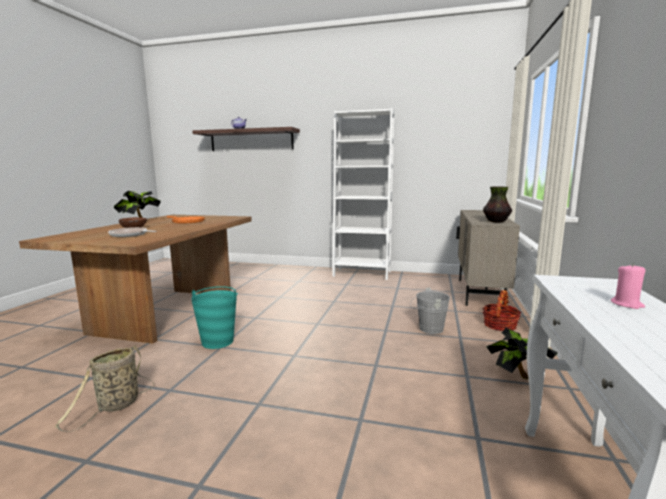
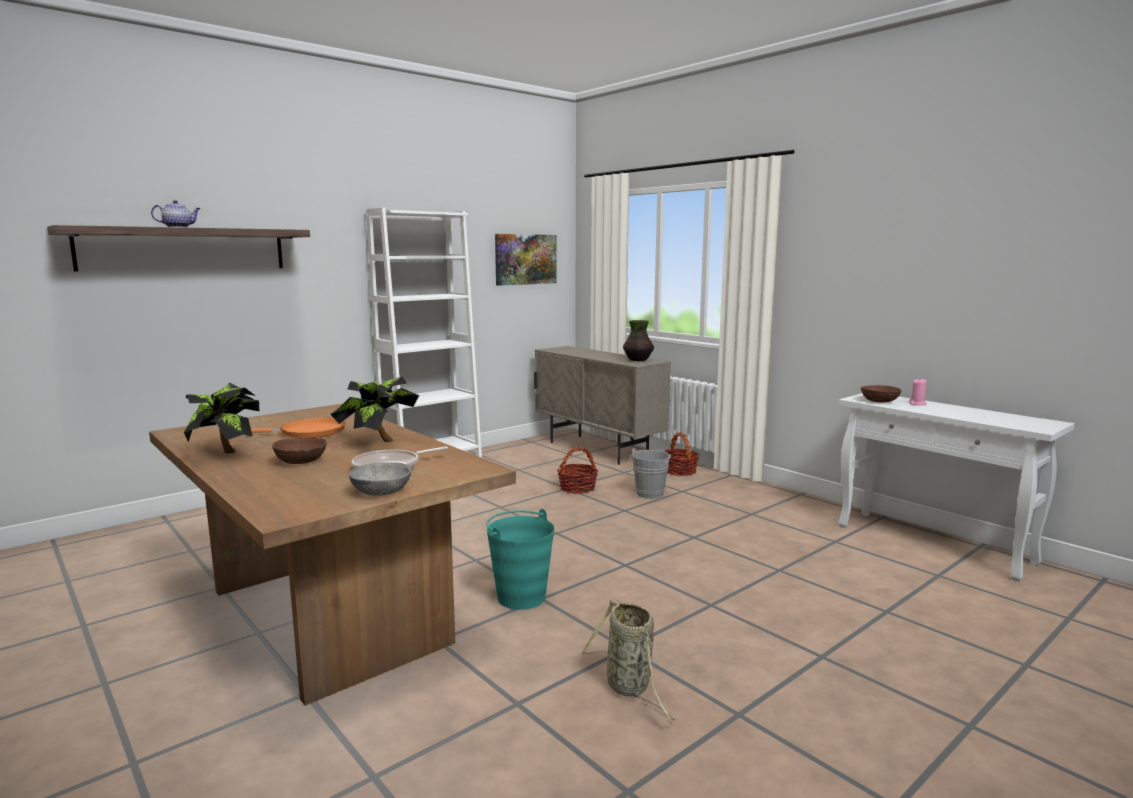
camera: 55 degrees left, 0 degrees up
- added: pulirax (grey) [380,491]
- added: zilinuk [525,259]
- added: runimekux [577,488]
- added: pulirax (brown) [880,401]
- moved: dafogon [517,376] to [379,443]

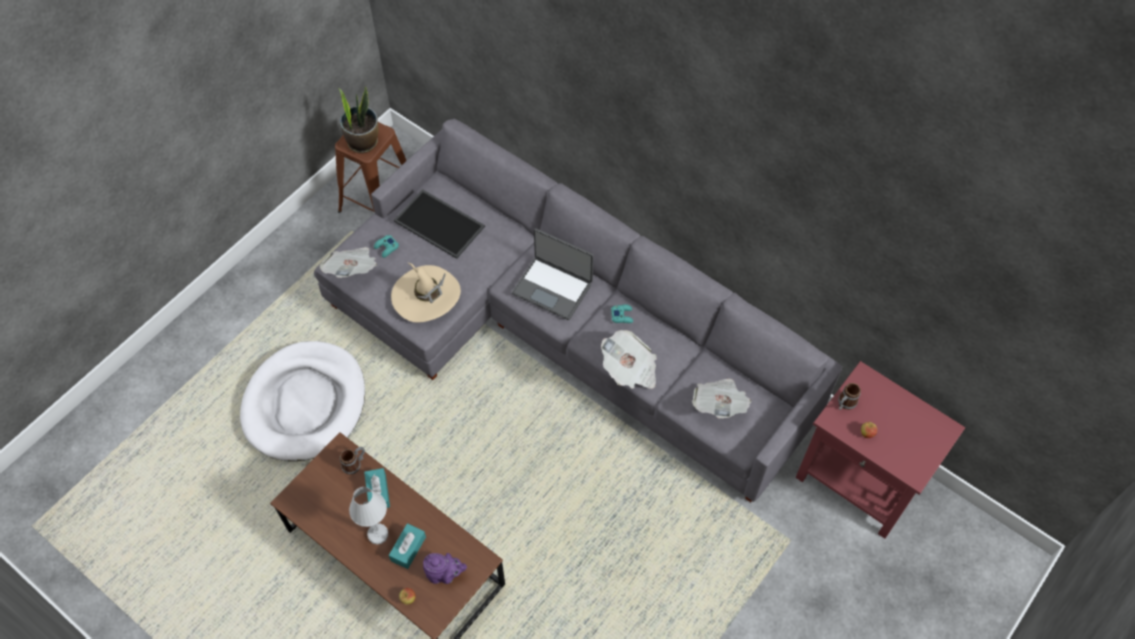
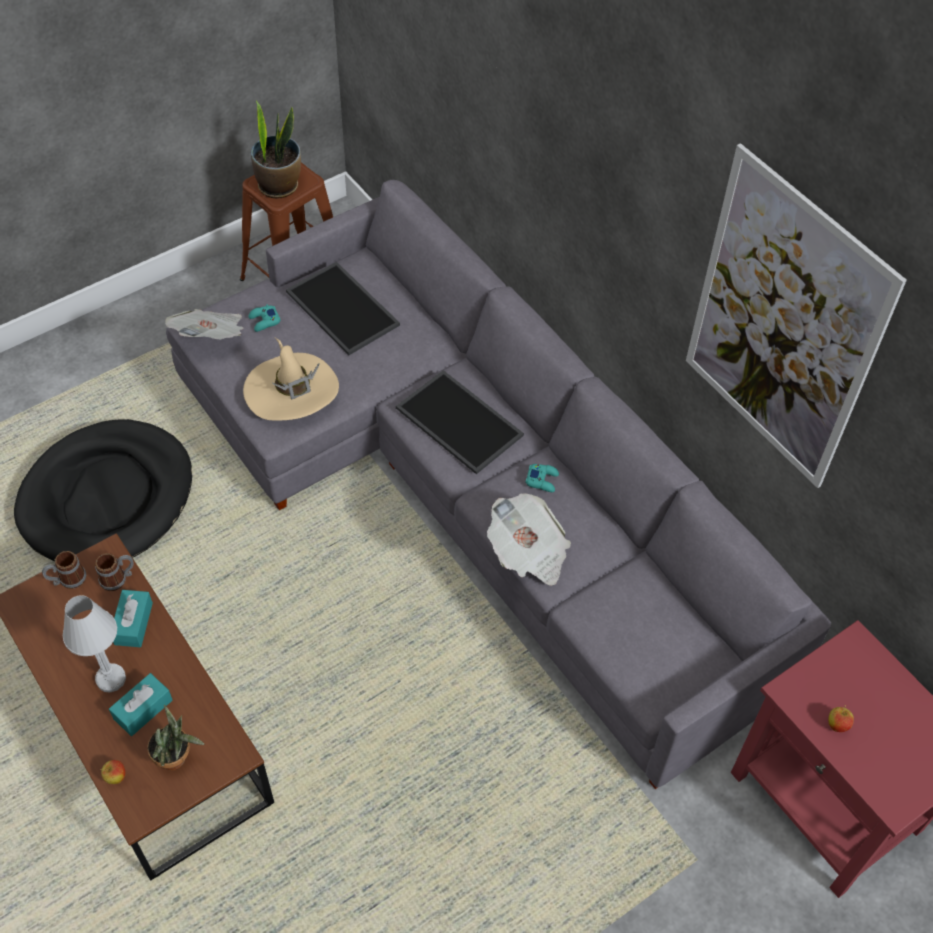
camera: 15 degrees right, 5 degrees down
- removed: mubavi [719,404]
- added: zilinuk [783,324]
- moved: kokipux [845,404] to [67,580]
- replaced: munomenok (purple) [444,574] to dafogon [177,758]
- replaced: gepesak [553,287] to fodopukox [461,421]
- recoloured: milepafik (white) [305,404] to milepafik (black) [108,498]

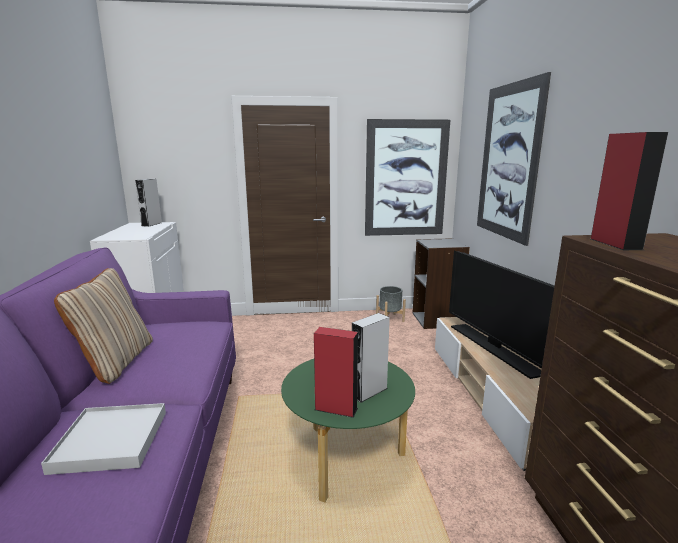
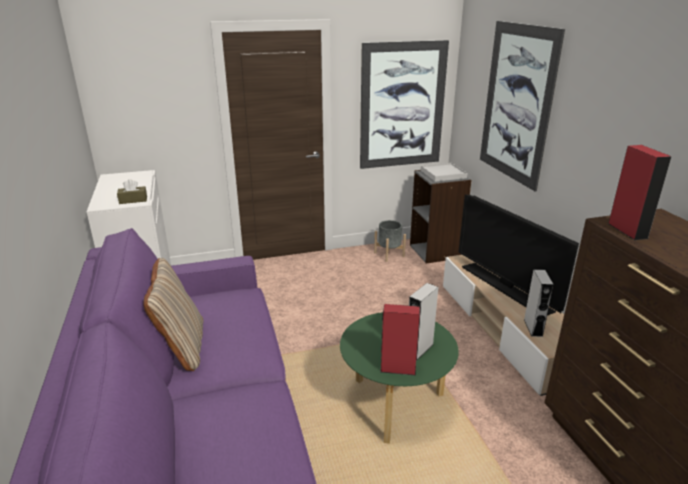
camera: 10 degrees left, 10 degrees up
- added: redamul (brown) [133,200]
- moved: fodopukox (white) [111,440] to [443,174]
- moved: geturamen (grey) [151,224] to [533,327]

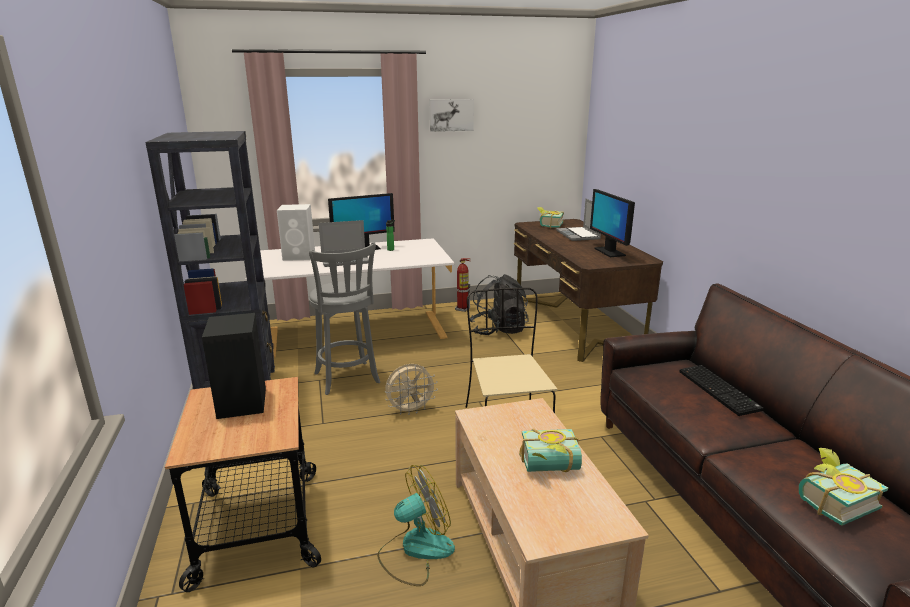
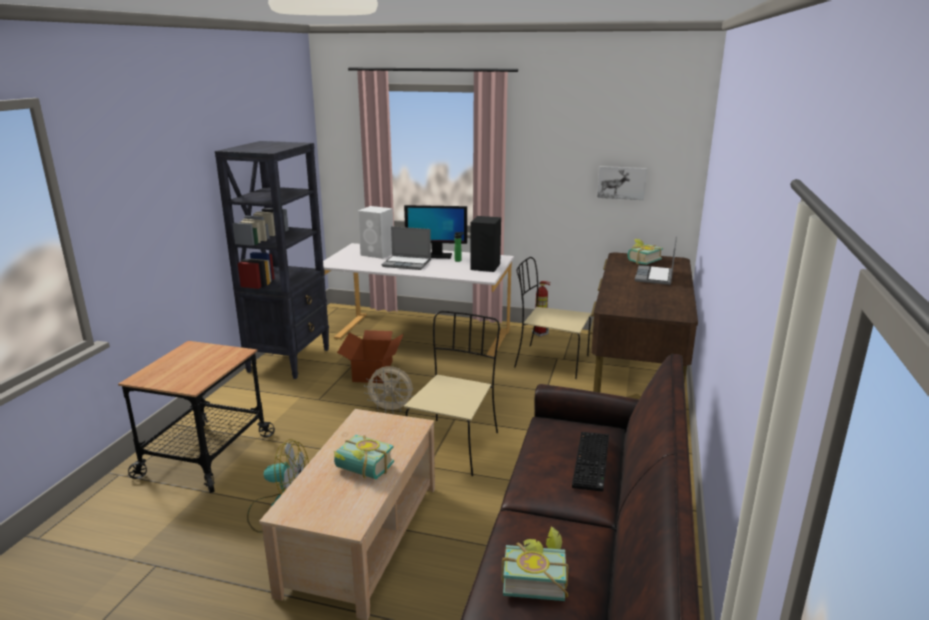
camera: 30 degrees right, 0 degrees up
- removed: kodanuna [609,252]
- moved: geturamen (black) [242,402] to [485,266]
- moved: zilinuk [451,115] to [621,182]
- replaced: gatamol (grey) [347,380] to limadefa [372,371]
- replaced: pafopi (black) [498,330] to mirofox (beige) [549,361]

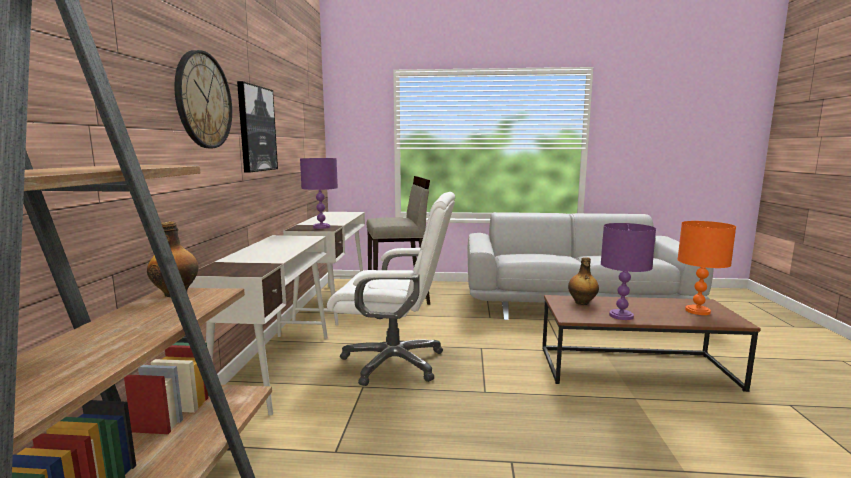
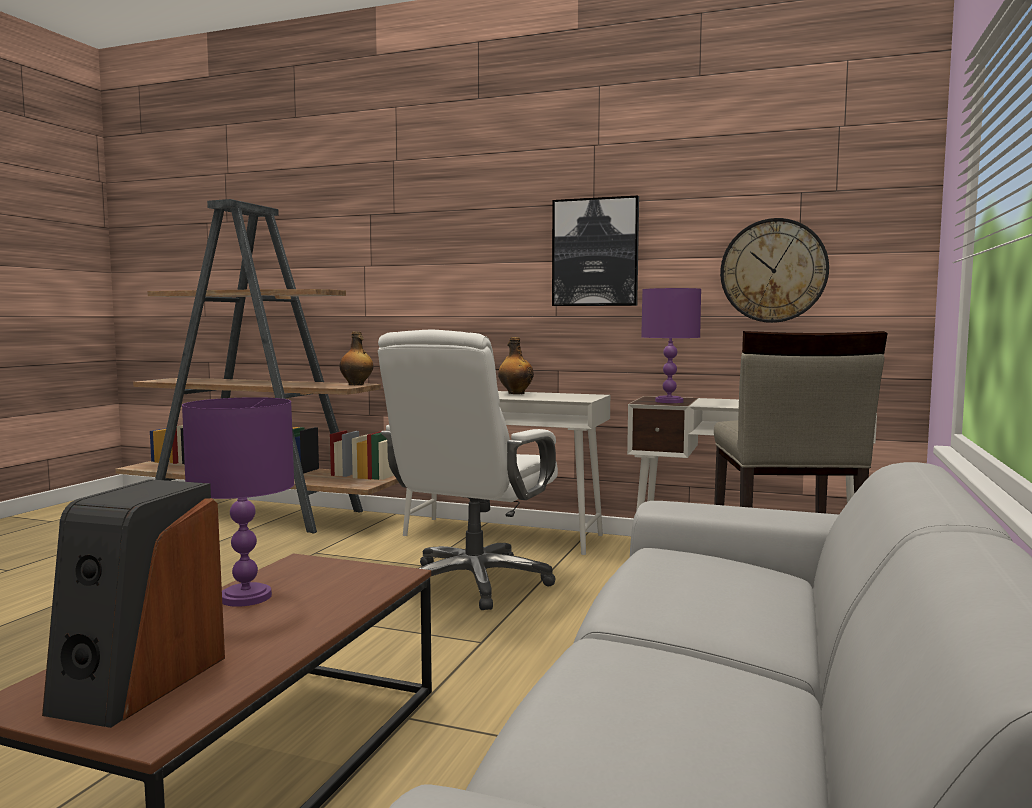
camera: 105 degrees right, 5 degrees down
- moved: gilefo [203,100] to [773,271]
- moved: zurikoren [582,303] to [515,393]
- replaced: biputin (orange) [697,311] to geturamen [139,683]

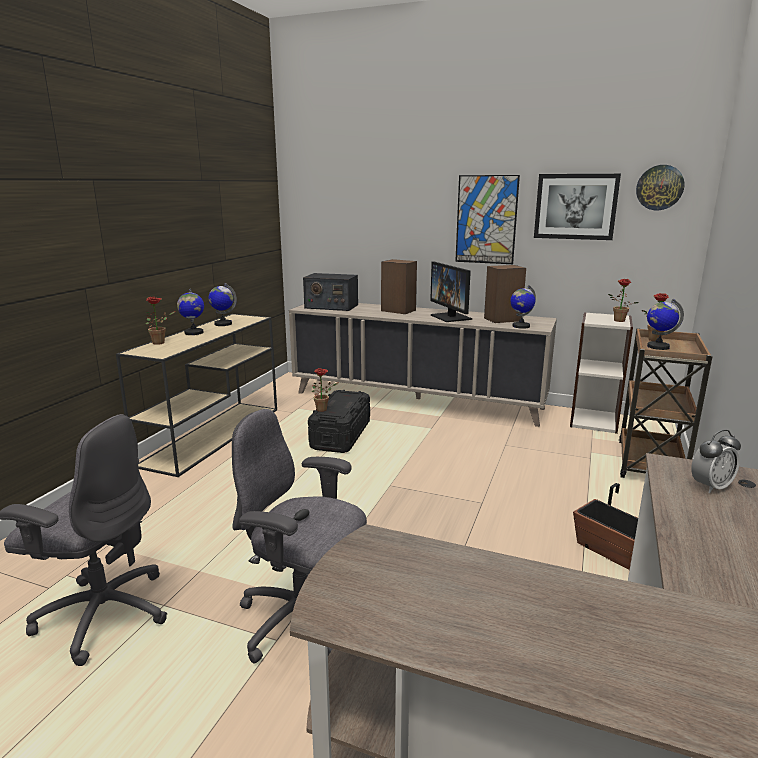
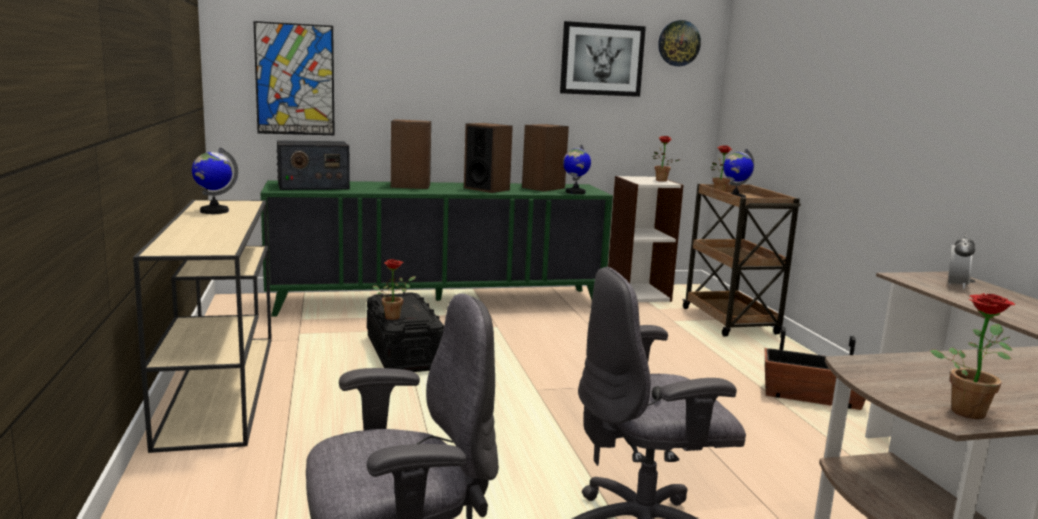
camera: 35 degrees left, 5 degrees down
- removed: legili [193,333]
- moved: dafogon [161,342] to [967,410]
- moved: zilinuk [486,220] to [295,79]
- replaced: kodanuna [451,317] to geturamen [486,189]
- recoloured: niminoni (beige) [416,400] to niminoni (green) [438,302]

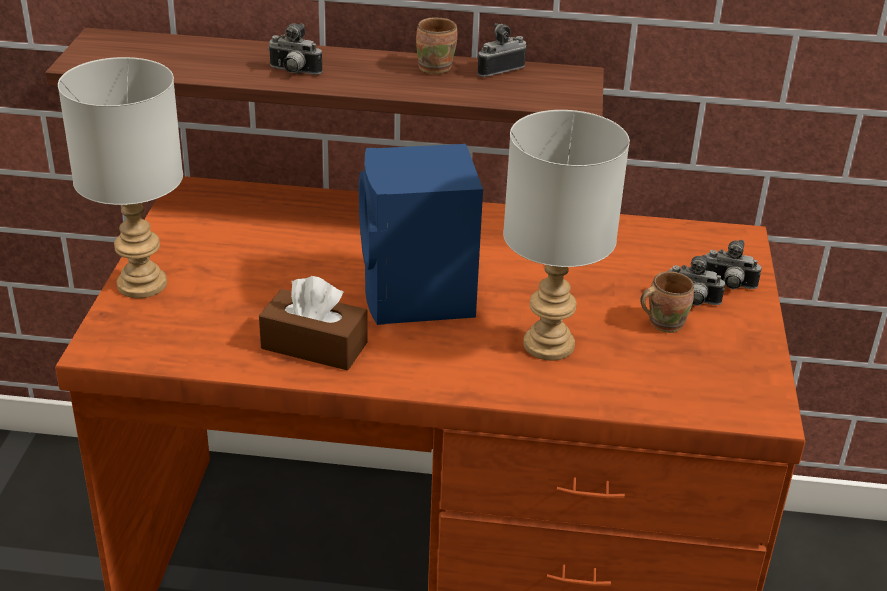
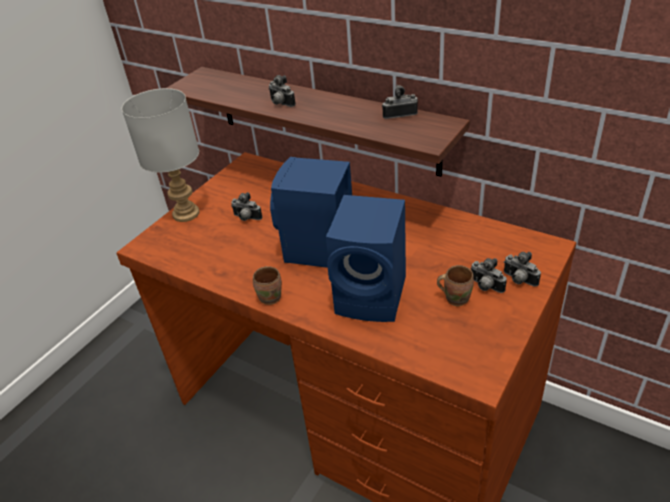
camera: 30 degrees right, 5 degrees up
- removed: redamul (brown) [314,345]
- added: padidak [246,218]
- moved: kokipux (brown) [435,67] to [271,296]
- replaced: biputin (grey) [550,344] to geturamen (blue) [373,296]

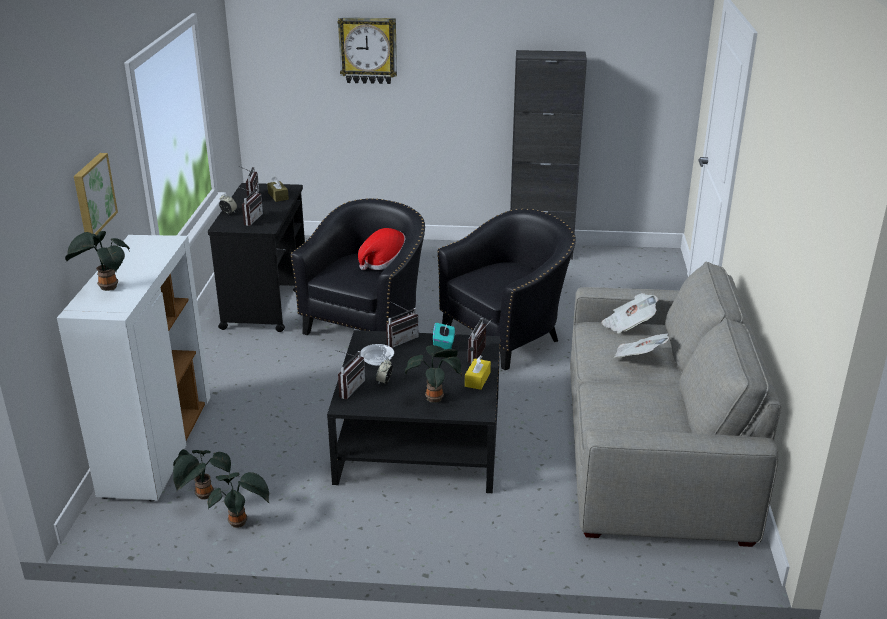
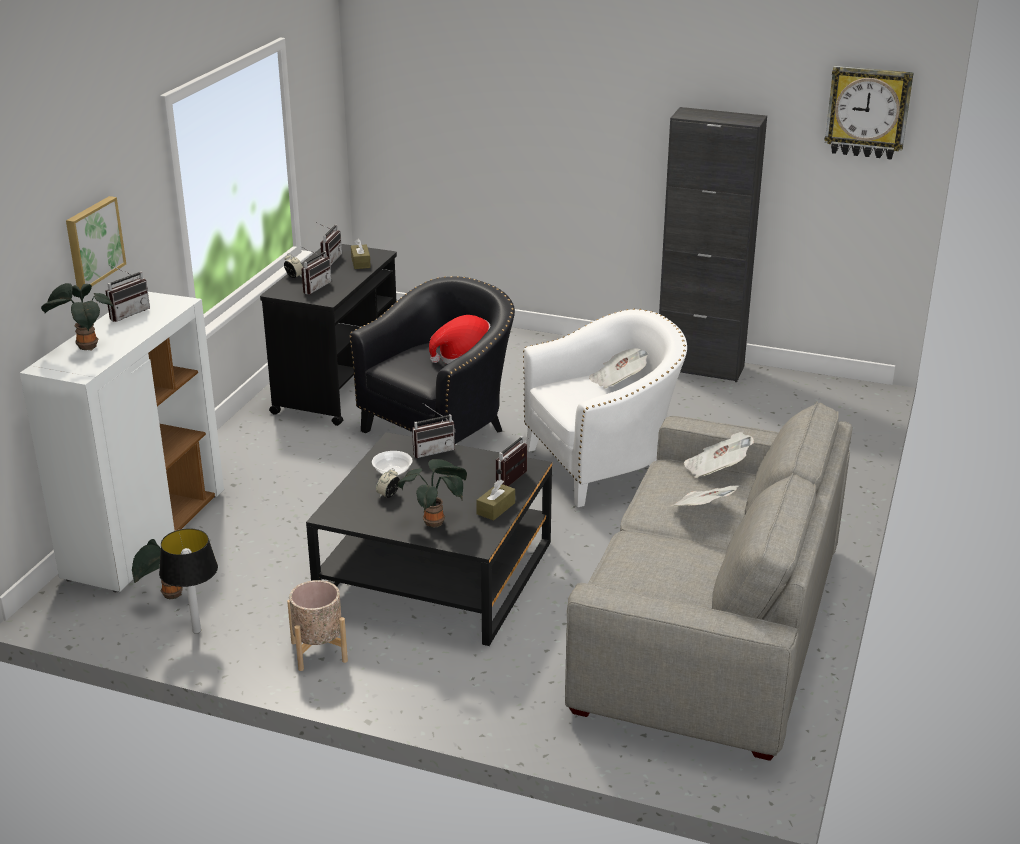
camera: 15 degrees right, 0 degrees up
- removed: redamul (turquoise) [443,345]
- added: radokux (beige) [319,652]
- added: mubavi [618,380]
- moved: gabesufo [348,388] to [127,313]
- moved: gilefo [368,50] to [868,112]
- replaced: dafogon [240,523] to biputin [196,630]
- recoloured: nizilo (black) [508,335] to nizilo (white) [604,466]
- recoloured: redamul (yellow) [477,379] to redamul (brown) [496,508]

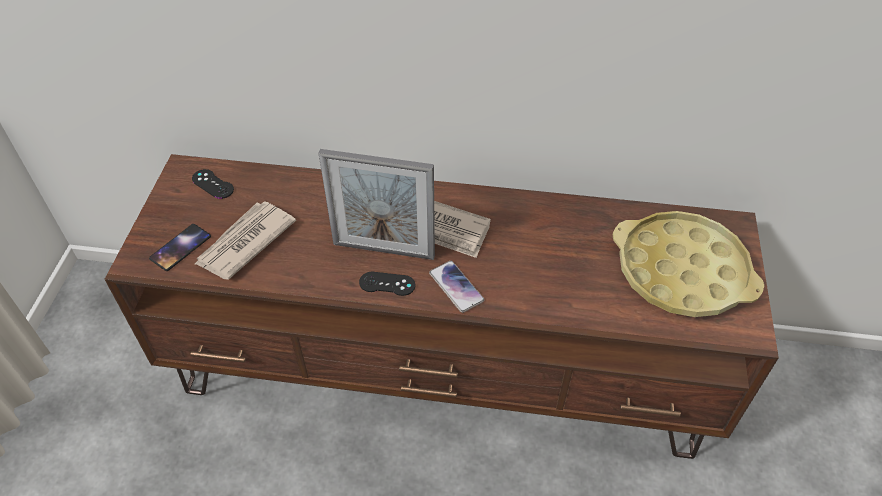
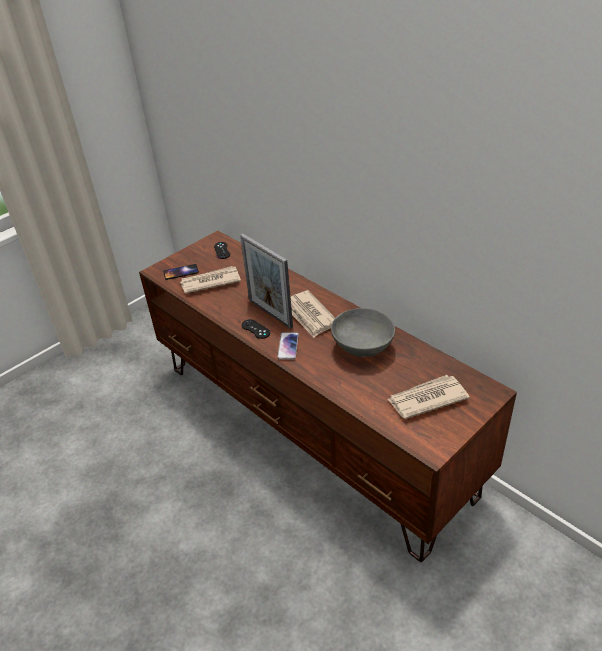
camera: 40 degrees right, 10 degrees down
- added: pulirax (grey) [363,347]
- replaced: fodopukox (yellow) [681,271] to mubavi [426,399]

